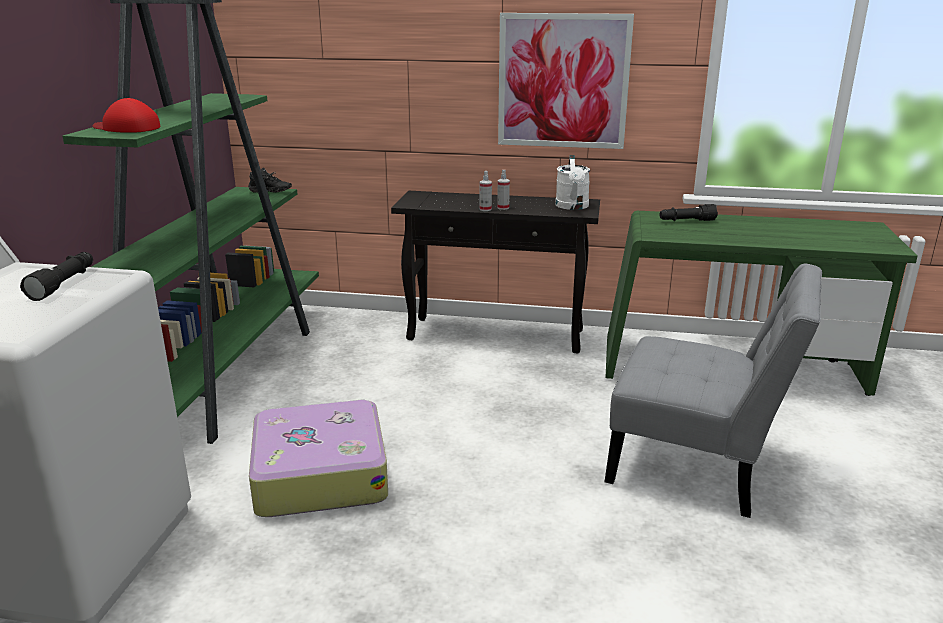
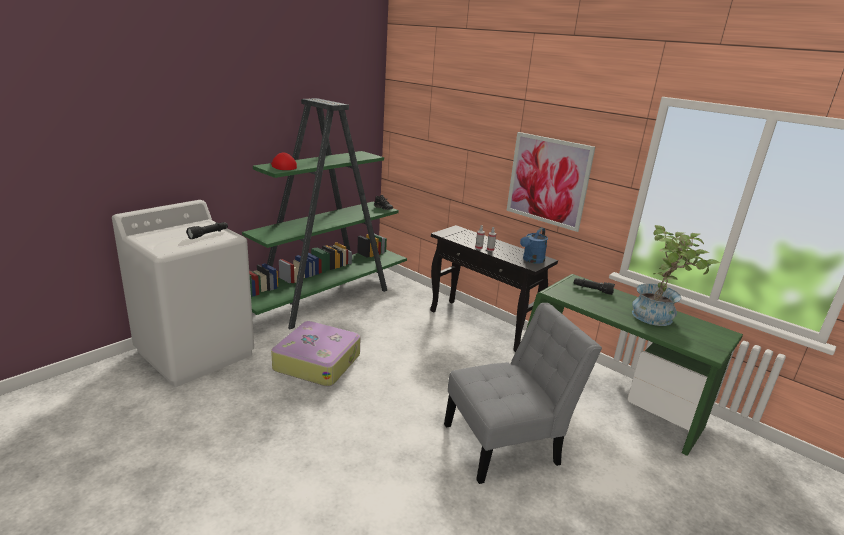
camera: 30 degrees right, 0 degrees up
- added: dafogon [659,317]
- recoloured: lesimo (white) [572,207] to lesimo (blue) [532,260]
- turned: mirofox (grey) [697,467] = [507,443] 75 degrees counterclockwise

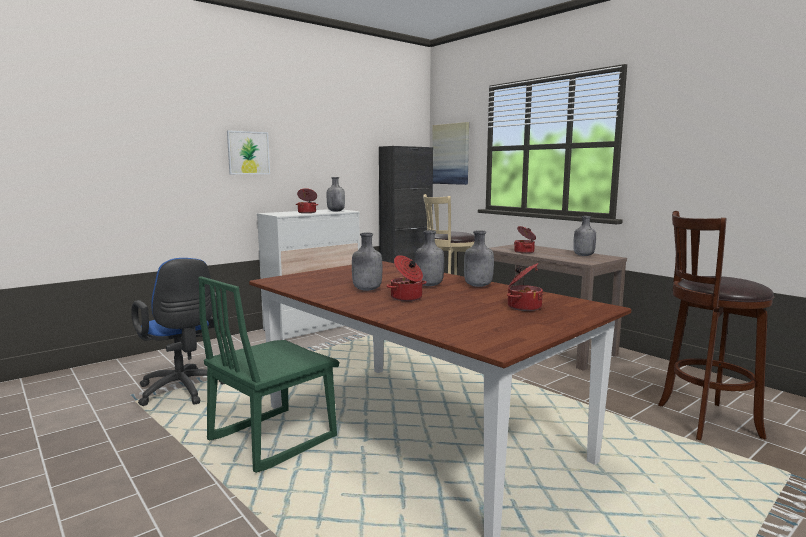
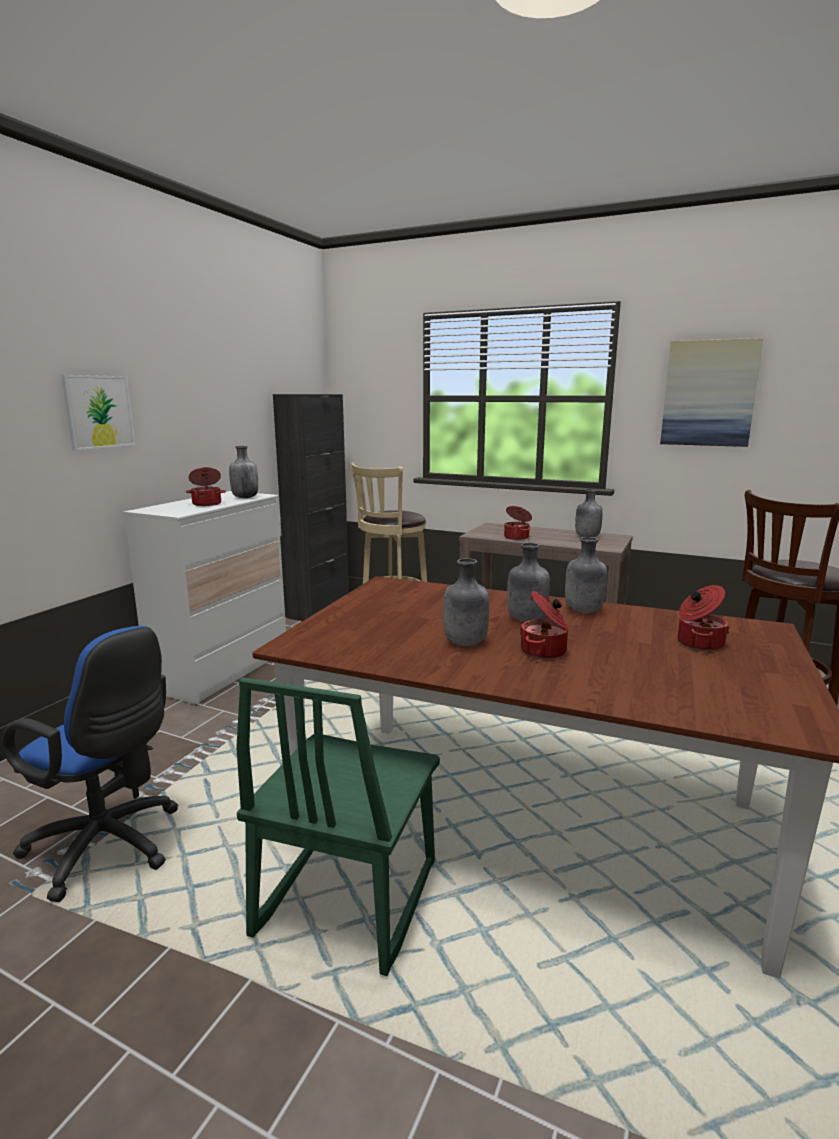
camera: 25 degrees left, 5 degrees up
- moved: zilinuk [451,154] to [709,393]

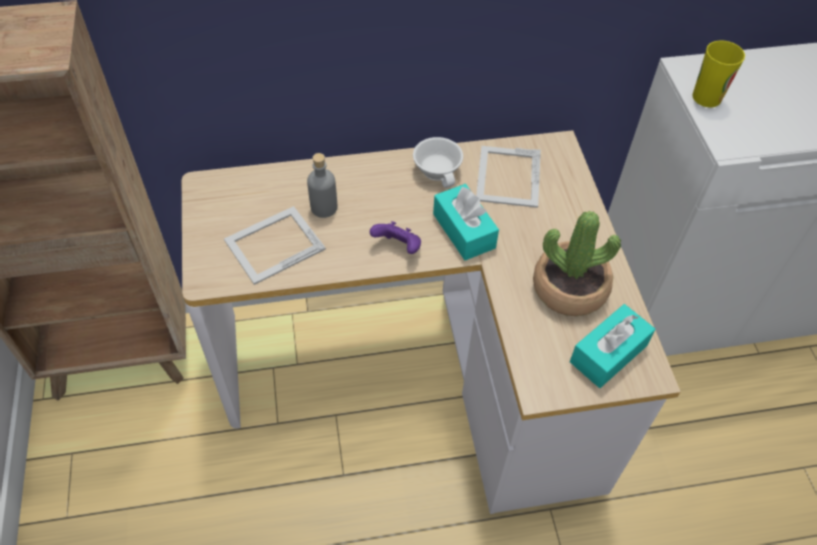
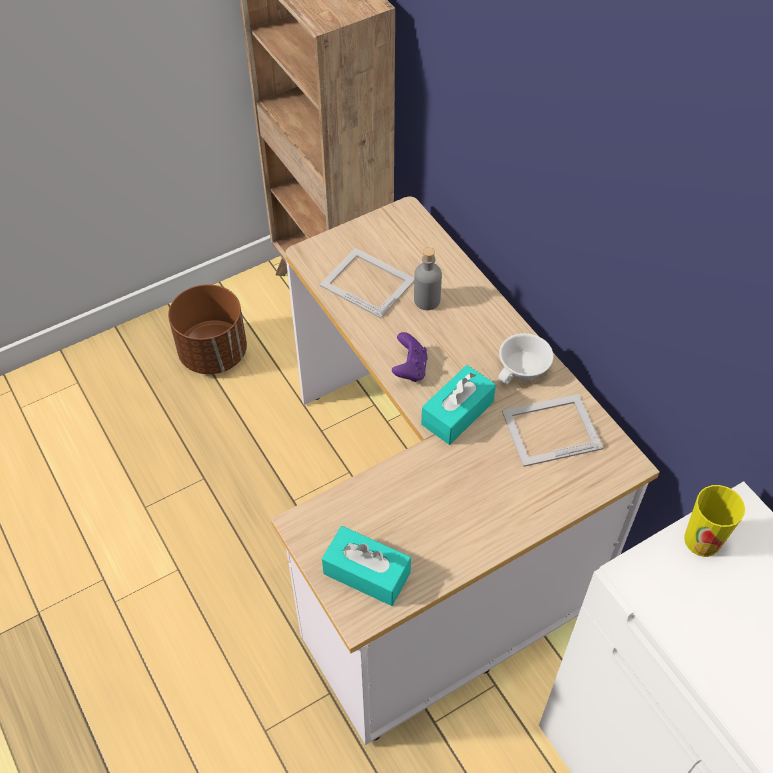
camera: 70 degrees right, 0 degrees up
- removed: dafogon [569,288]
- added: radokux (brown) [214,353]

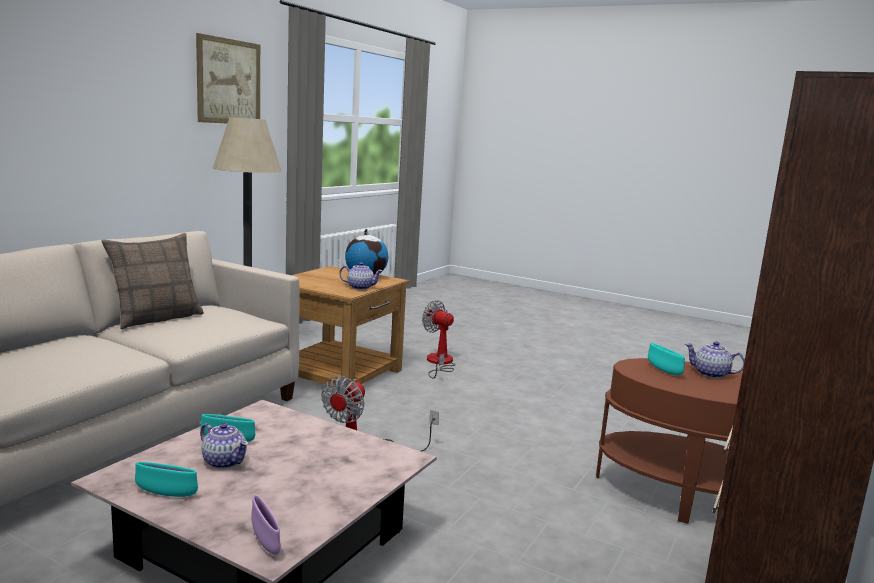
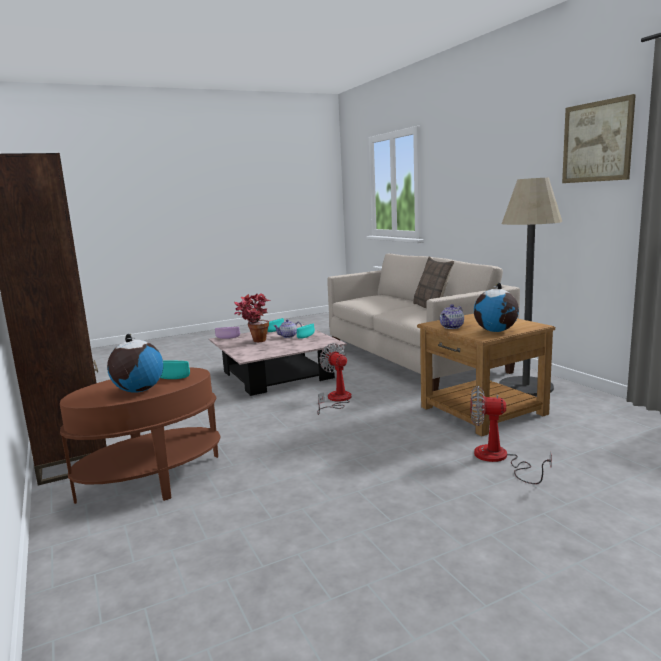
camera: 125 degrees right, 0 degrees up
- added: dafogon [254,341]
- replaced: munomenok [711,374] to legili [138,390]
- turned: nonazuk [439,363] = [499,459] 150 degrees counterclockwise

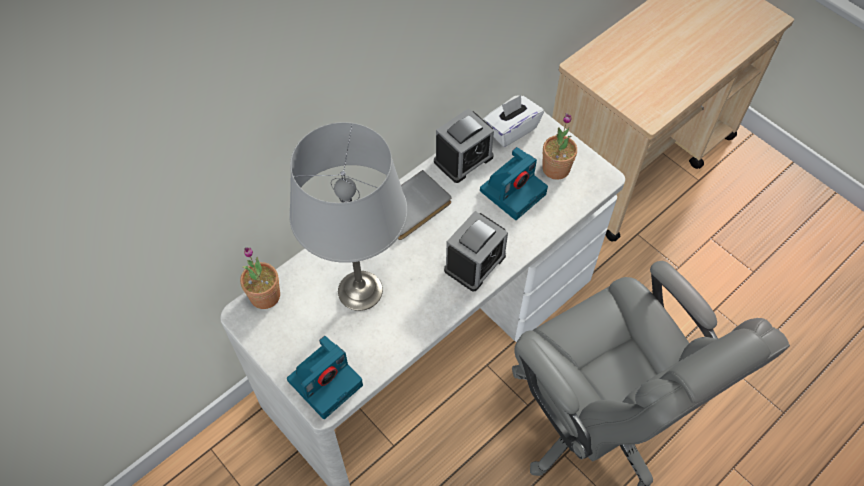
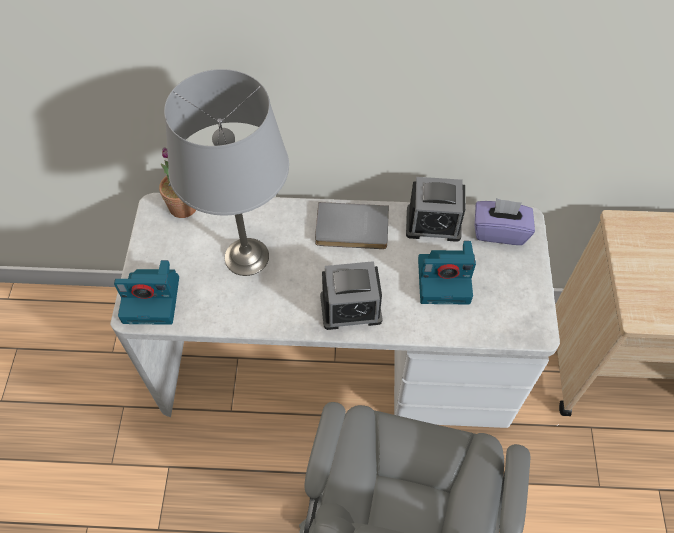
camera: 45 degrees right, 0 degrees up
- removed: dafogon [556,168]
- recoloured: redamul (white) [511,130] to redamul (purple) [499,231]

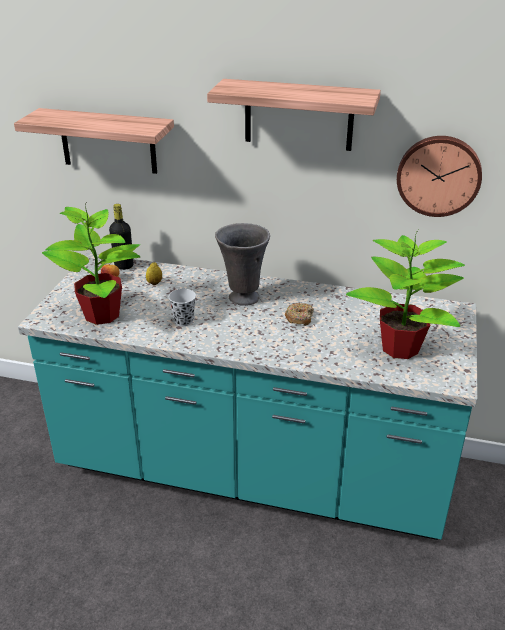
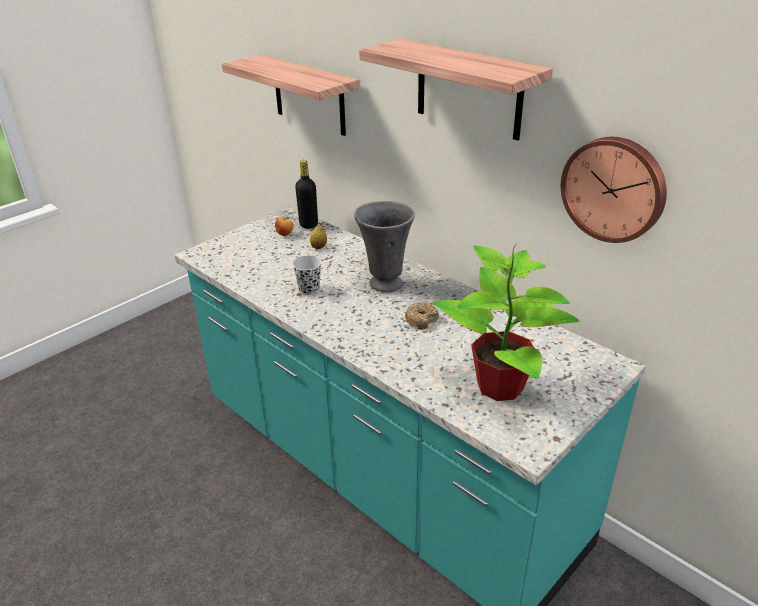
camera: 30 degrees right, 0 degrees up
- removed: dafogon [103,315]

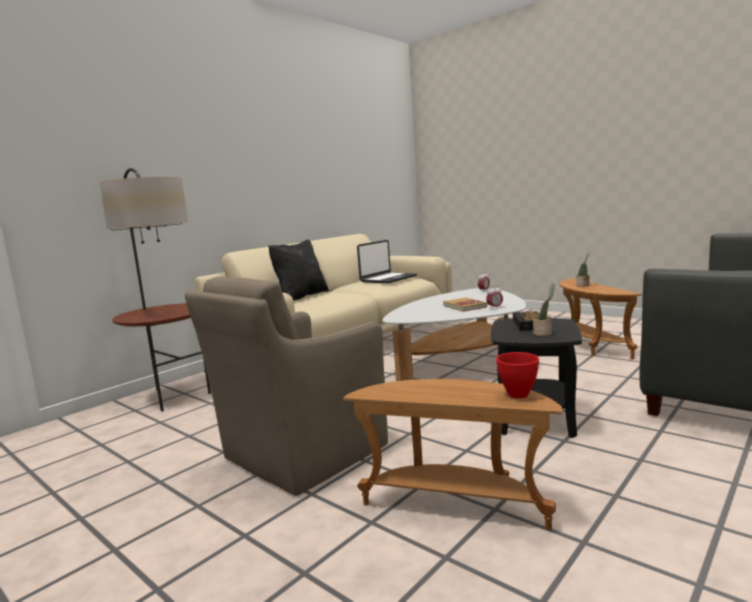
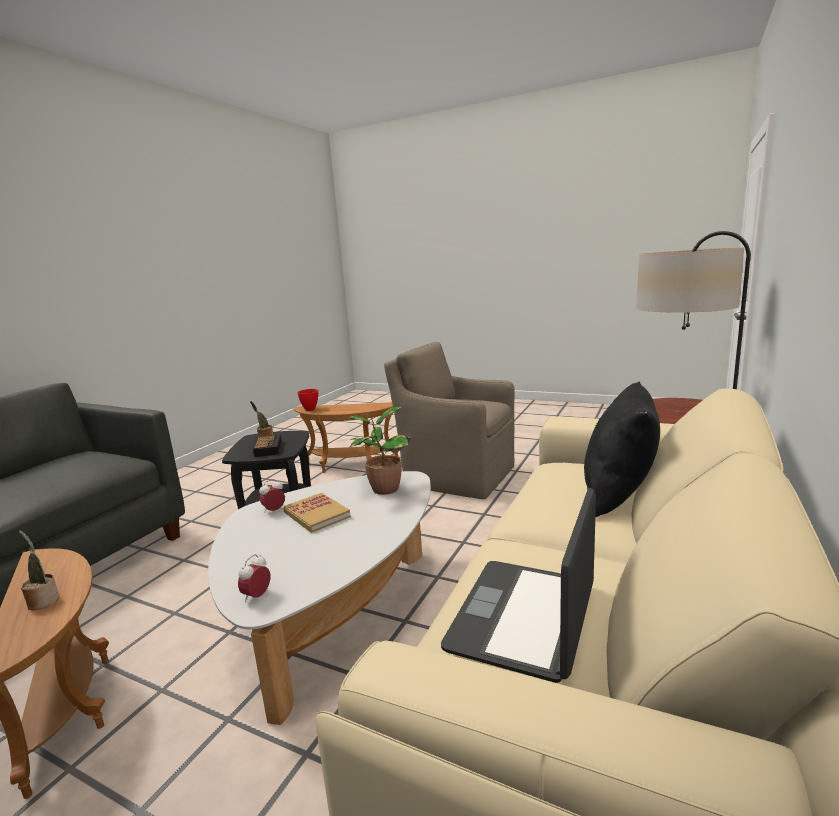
camera: 165 degrees right, 5 degrees up
- added: dafogon [383,489]
- turned: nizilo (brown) [301,454] = [457,476] 90 degrees counterclockwise

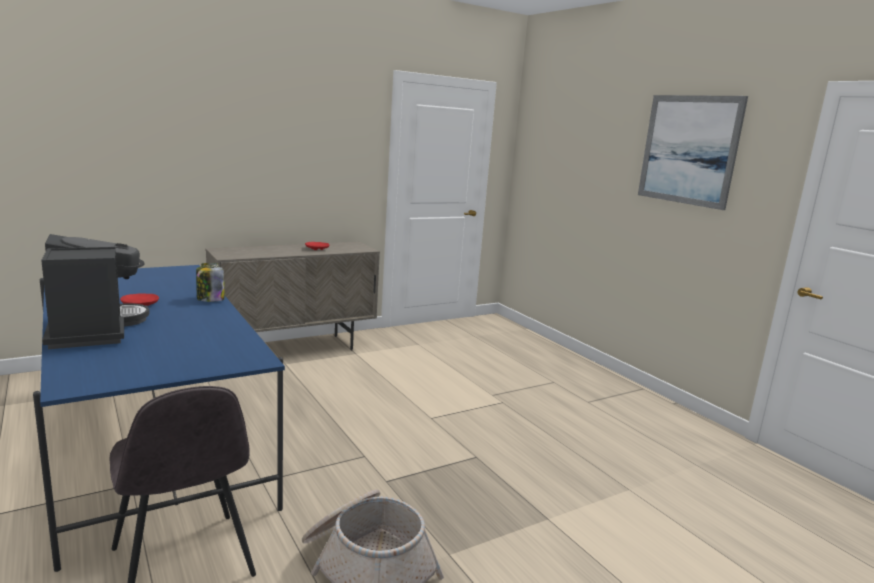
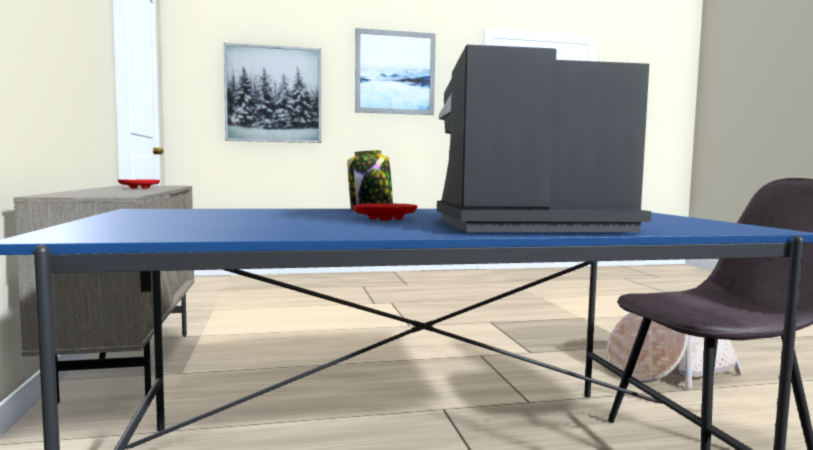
camera: 70 degrees left, 10 degrees down
- added: zilinuk [273,94]

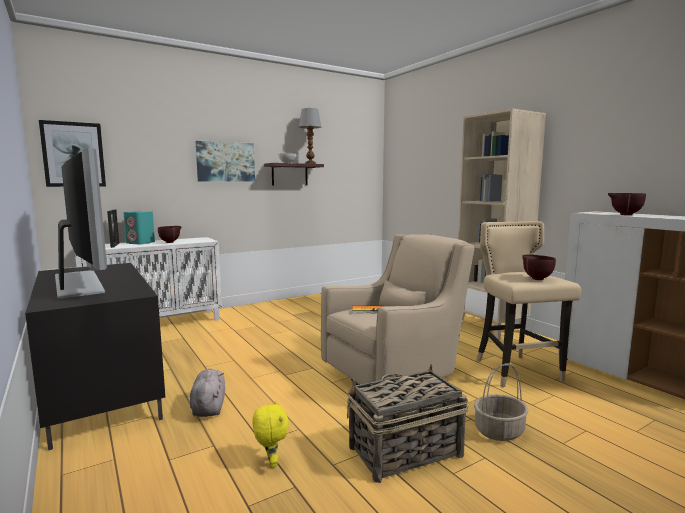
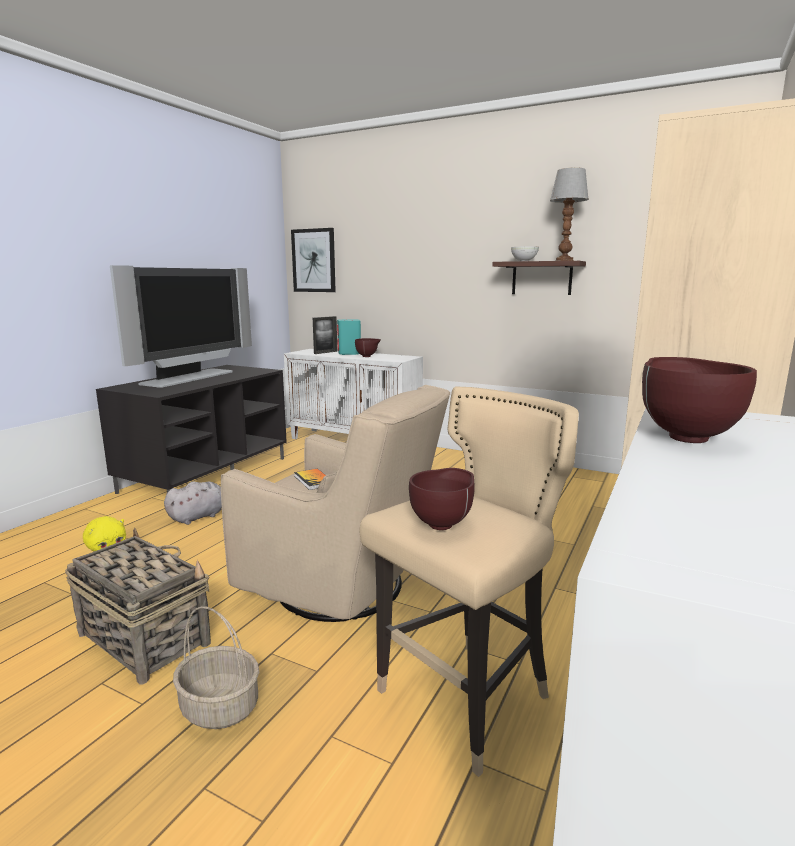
camera: 60 degrees right, 5 degrees up
- removed: zilinuk [225,162]

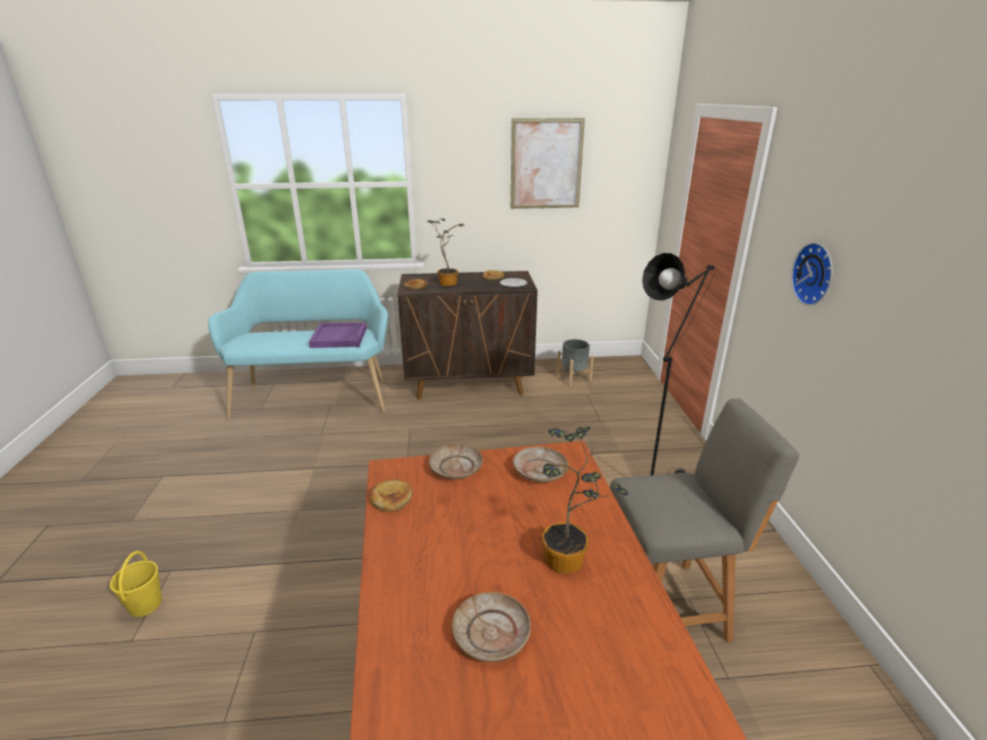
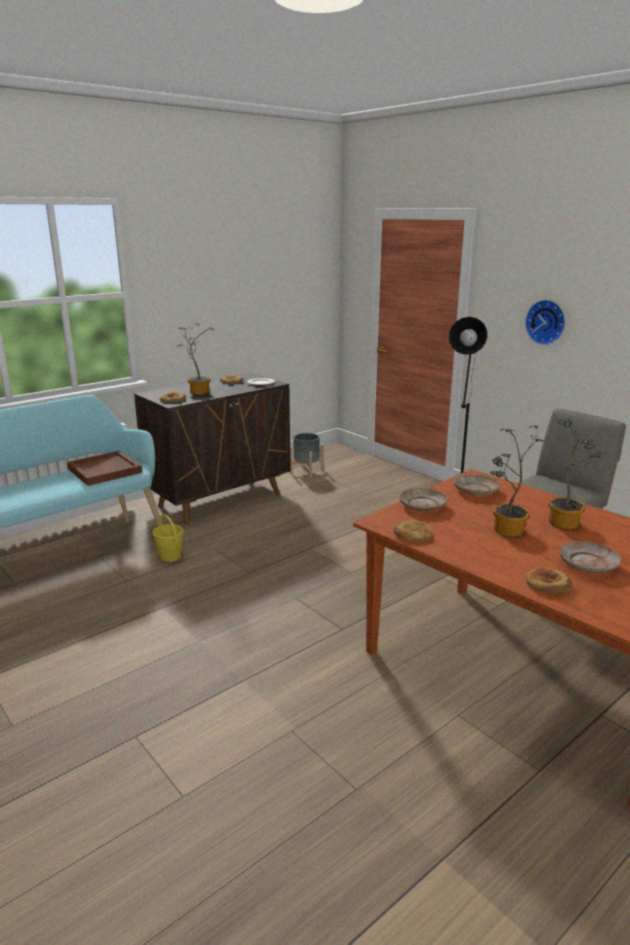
camera: 35 degrees left, 5 degrees down
- removed: zilinuk [546,164]
- added: dafogon [505,531]
- added: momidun [548,584]
- moved: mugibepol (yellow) [145,604] to [170,556]
- recoloured: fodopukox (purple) [339,337] to fodopukox (brown) [105,470]

